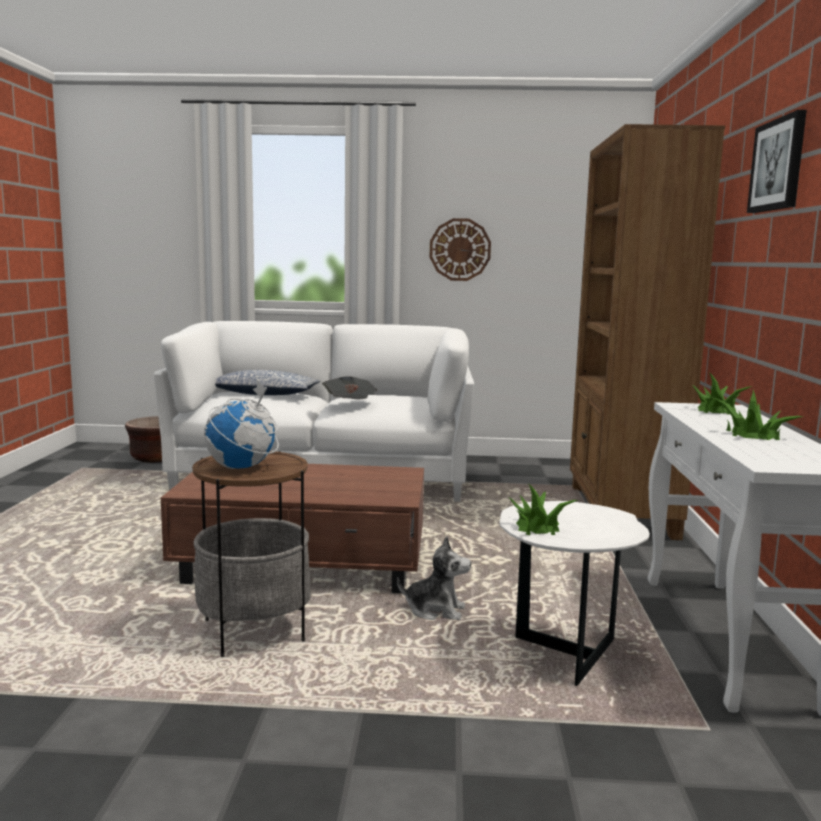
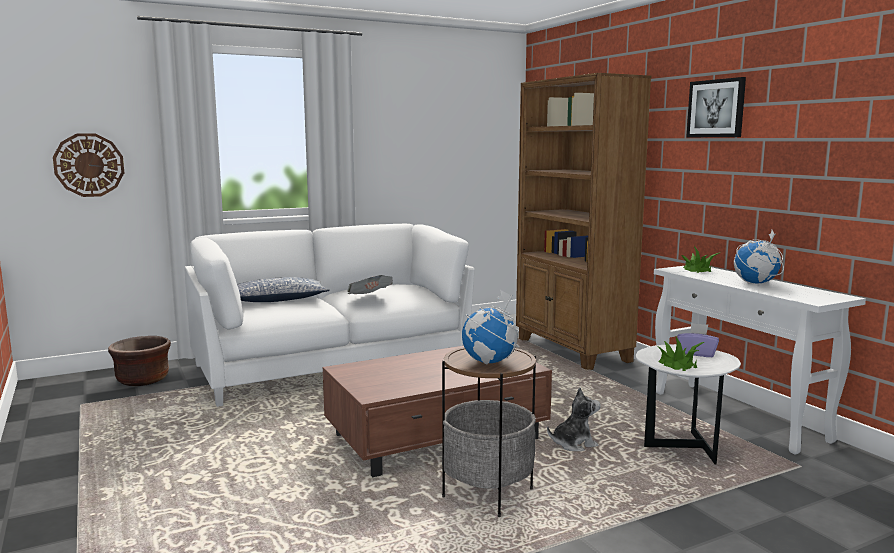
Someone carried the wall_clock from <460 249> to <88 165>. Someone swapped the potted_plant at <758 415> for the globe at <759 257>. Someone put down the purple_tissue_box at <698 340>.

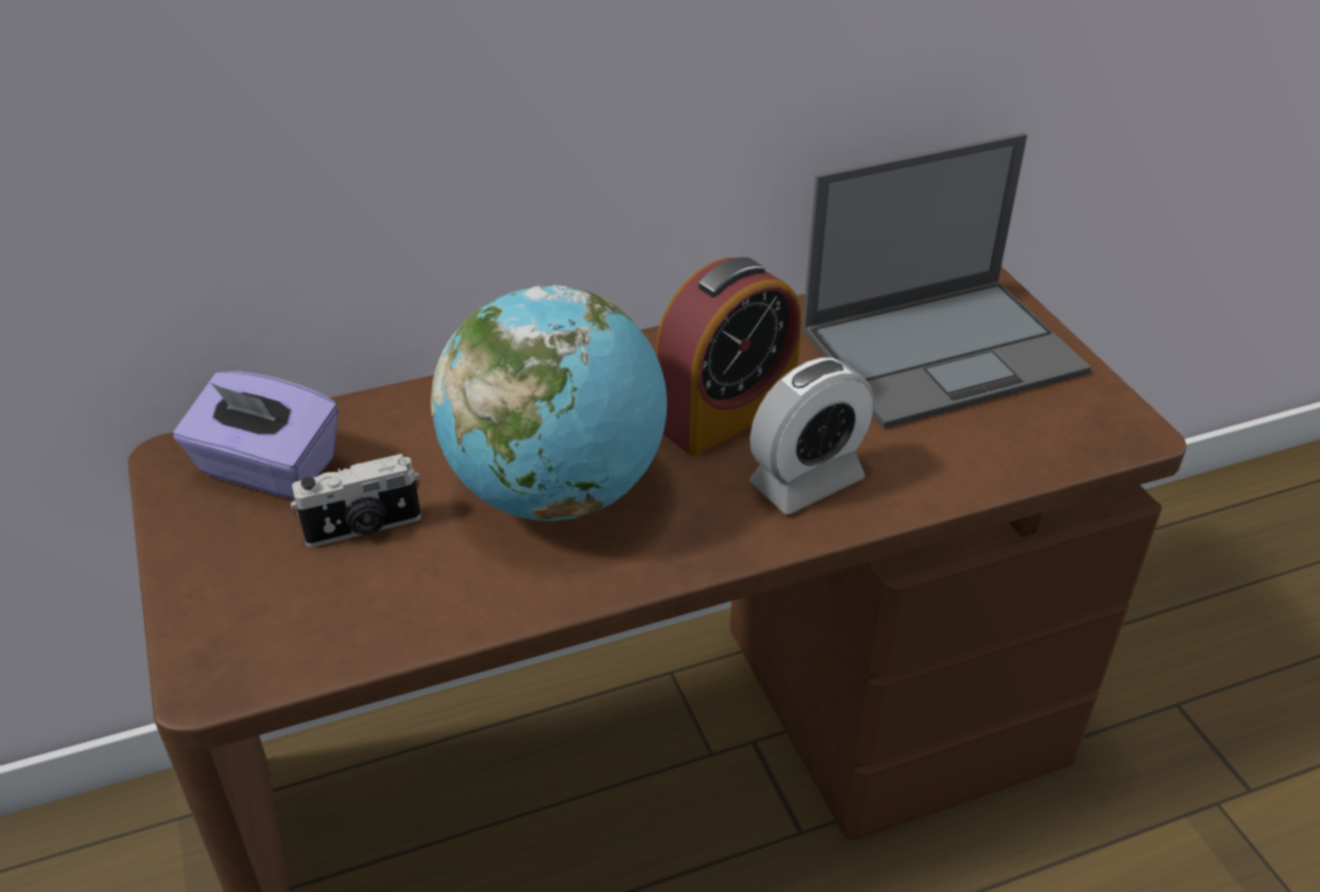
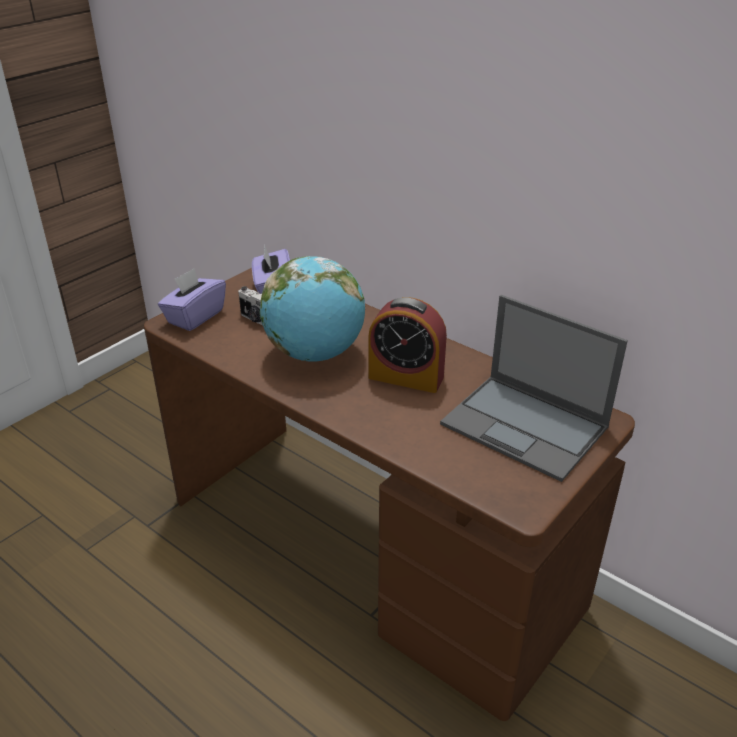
Someone took away the alarm_clock at <811 435>. Someone put down the purple_tissue_box at <192 299>.

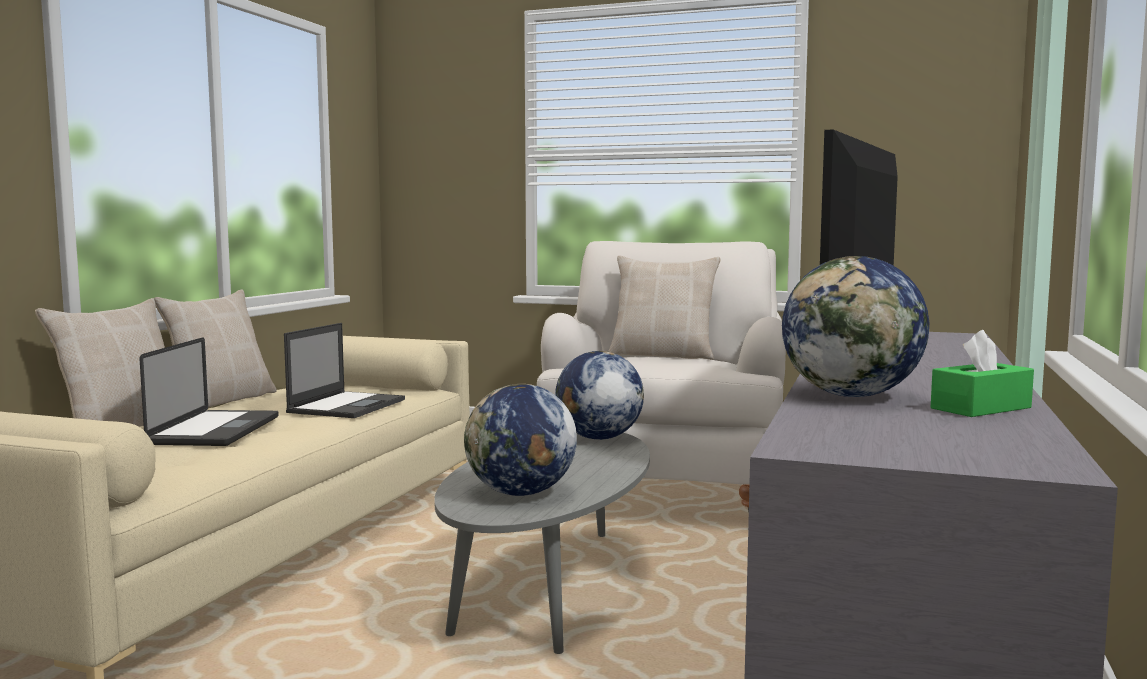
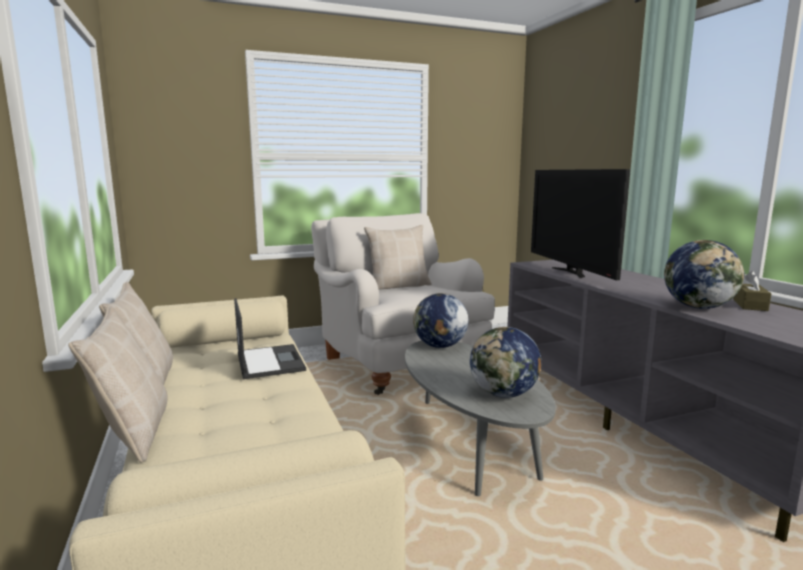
Someone repainted the green_tissue_box at <982 373>, which became the brown_tissue_box at <752 291>. Someone took away the laptop at <209 391>.

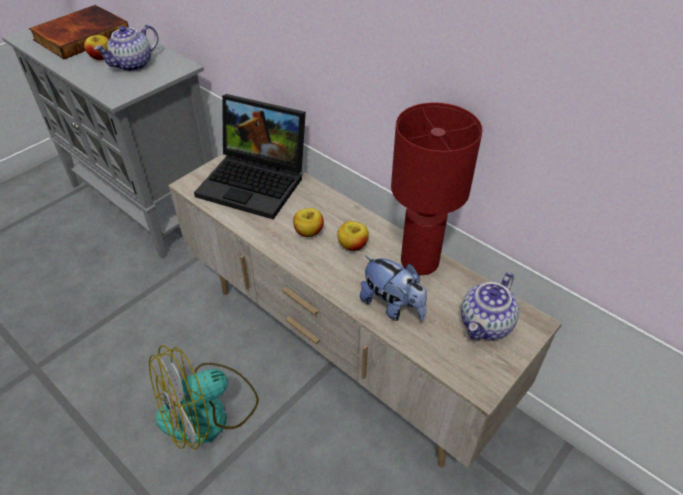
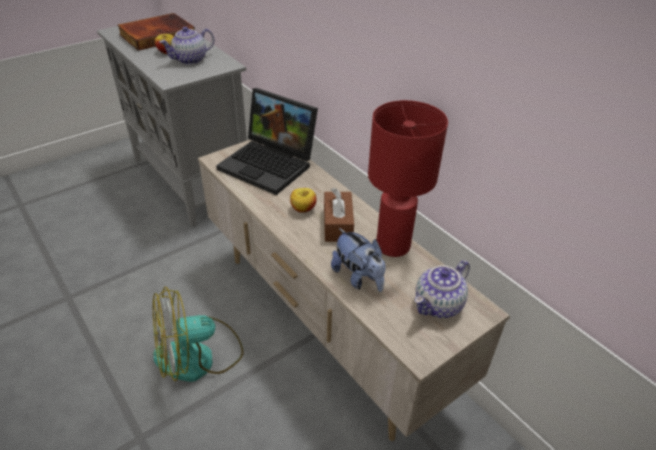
Someone swapped the apple at <353 236> for the brown_tissue_box at <339 215>.

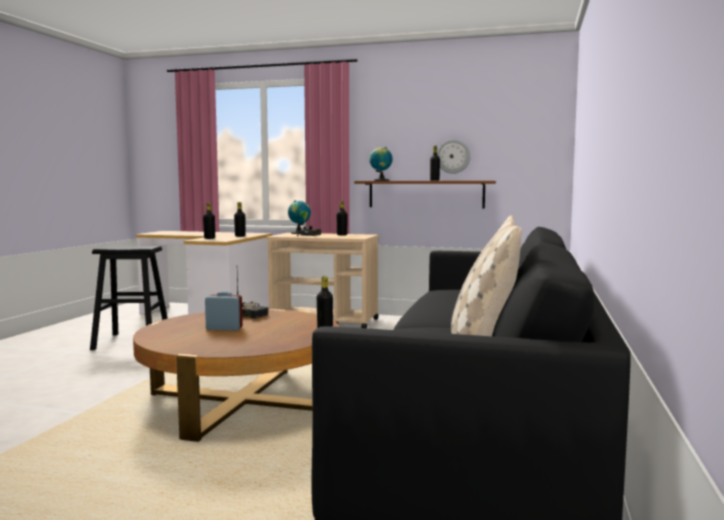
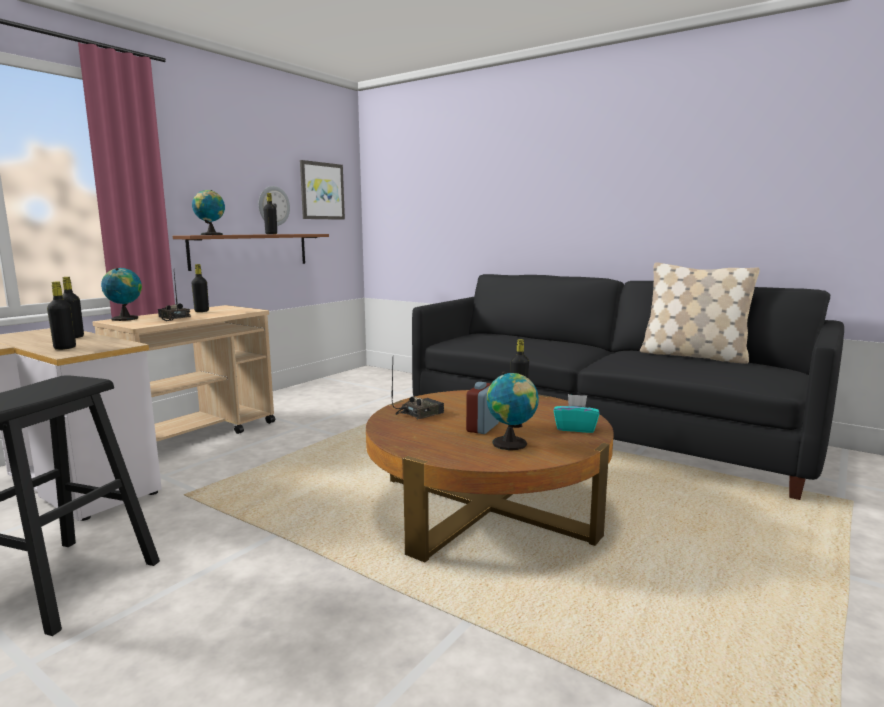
Someone put up the picture at <322 190>. Someone put down the globe at <513 410>. Someone put down the turquoise_tissue_box at <576 413>.

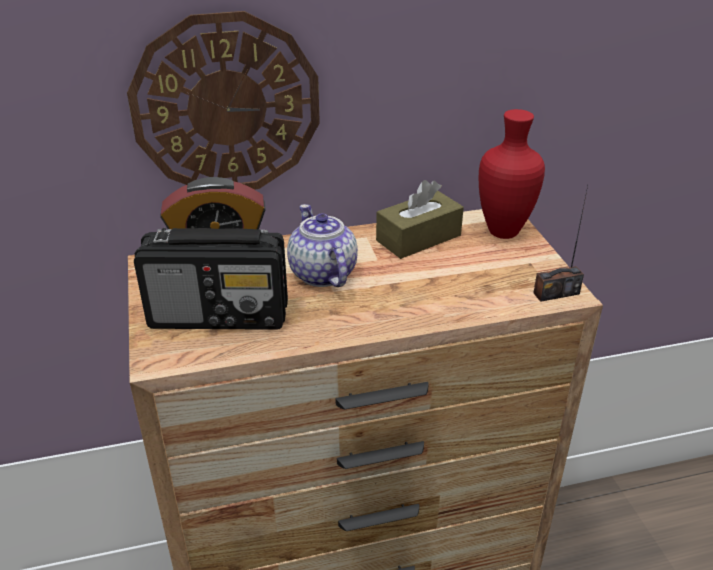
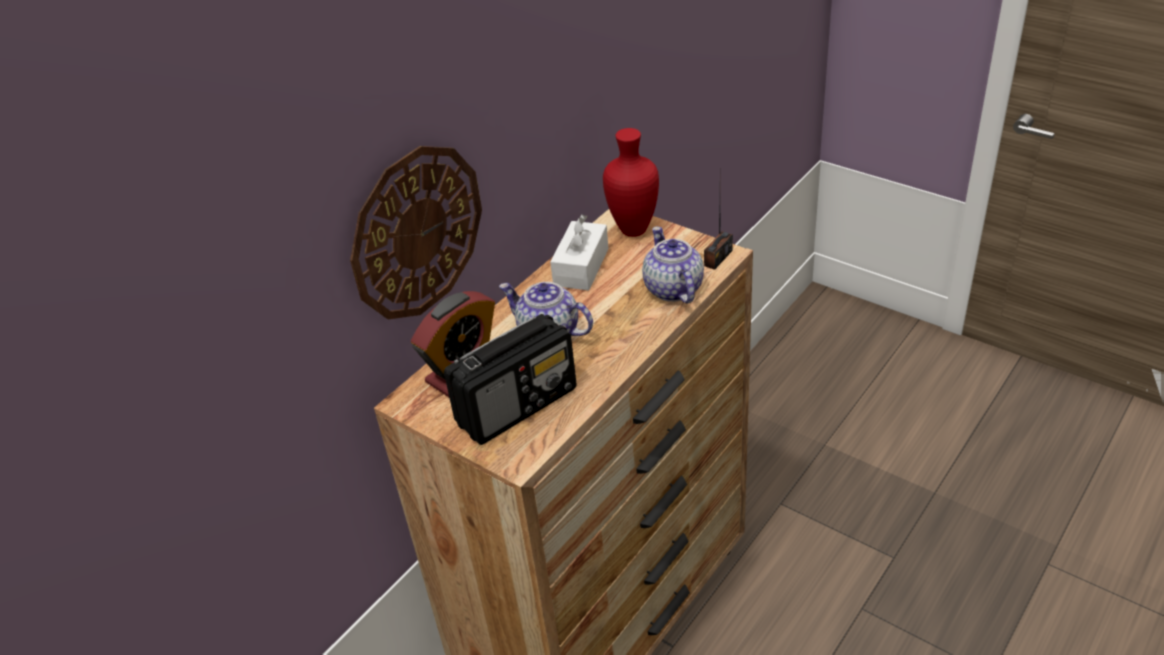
Someone repainted the brown_tissue_box at <420 219>, which became the white_tissue_box at <579 252>. Someone put down the teapot at <673 264>.

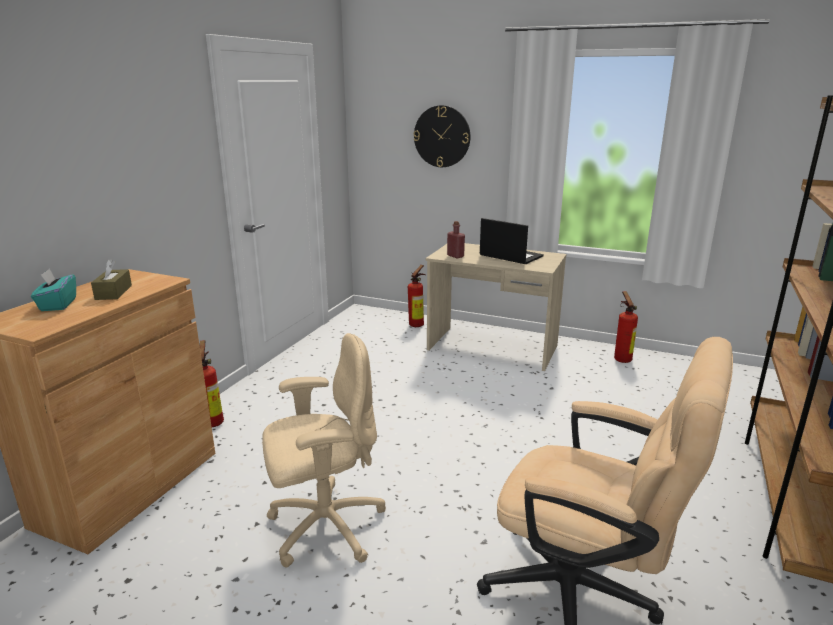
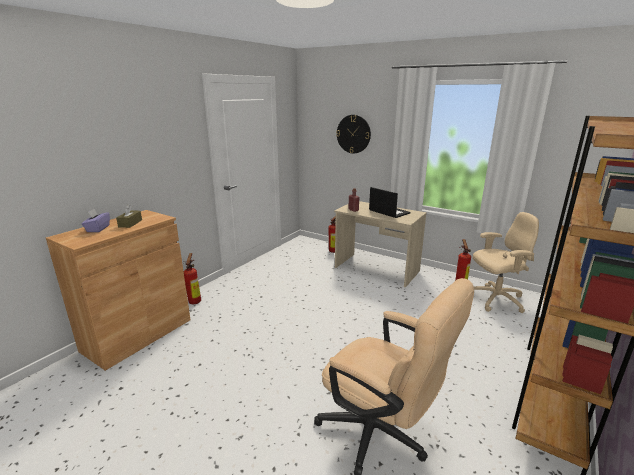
Someone repainted the turquoise_tissue_box at <53 290>, which became the purple_tissue_box at <96 220>. Someone carried the beige_office_chair from <324 450> to <506 262>.

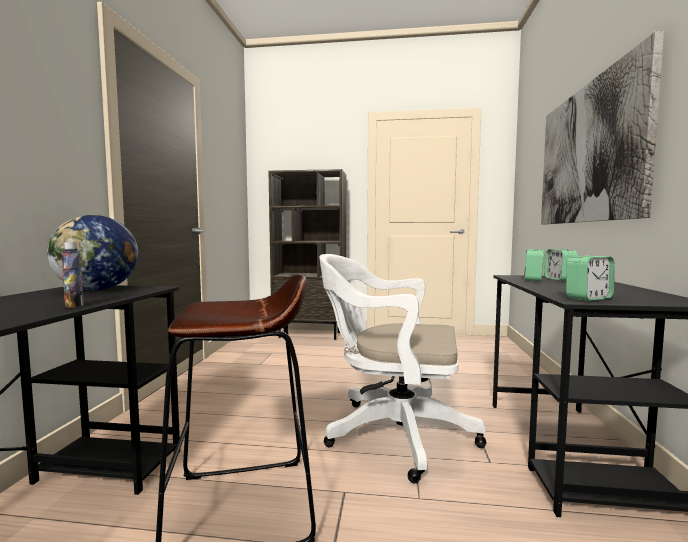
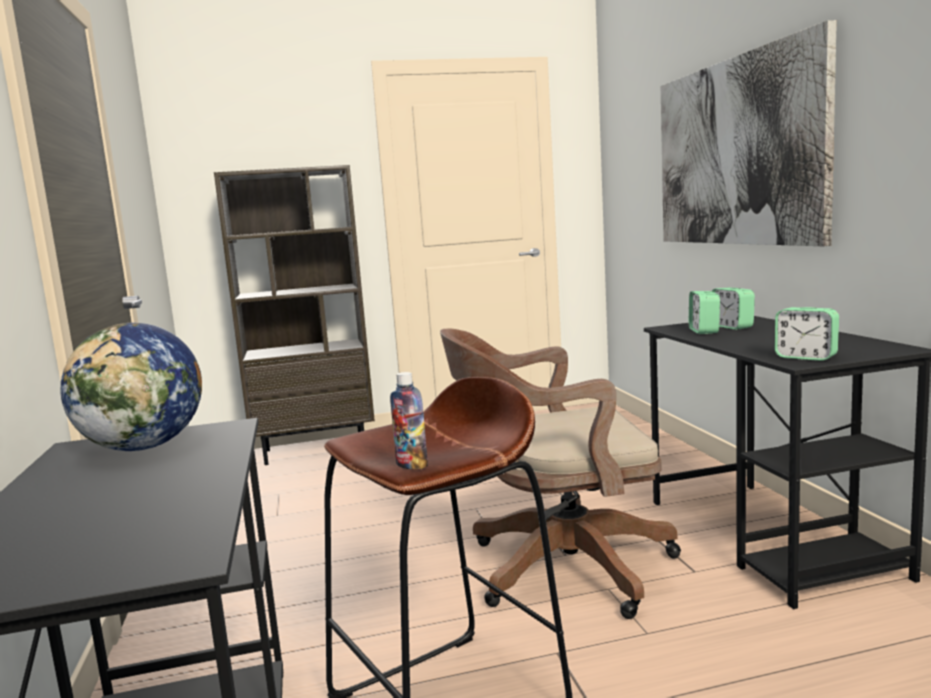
Someone carried the bottle from <72 275> to <409 420>. Someone repainted the white_office_chair at <402 368>, which became the brown_office_chair at <560 474>. Someone rotated the alarm_clock at <590 278> by 90 degrees clockwise.

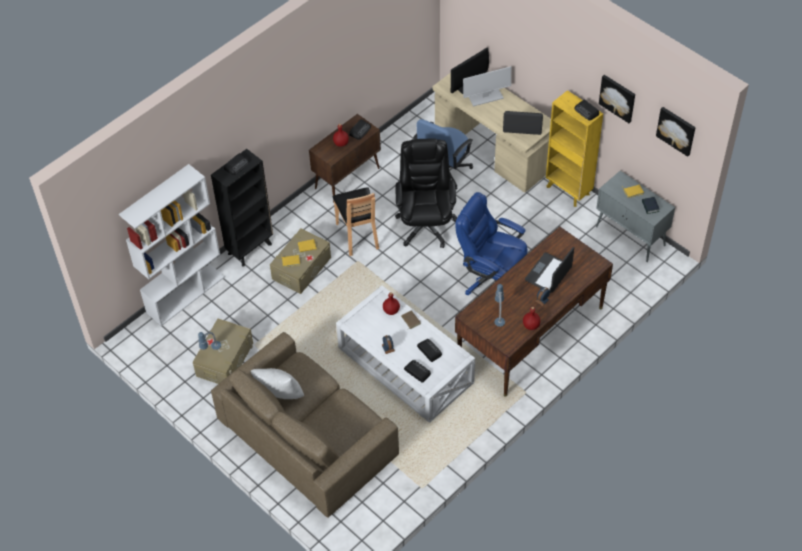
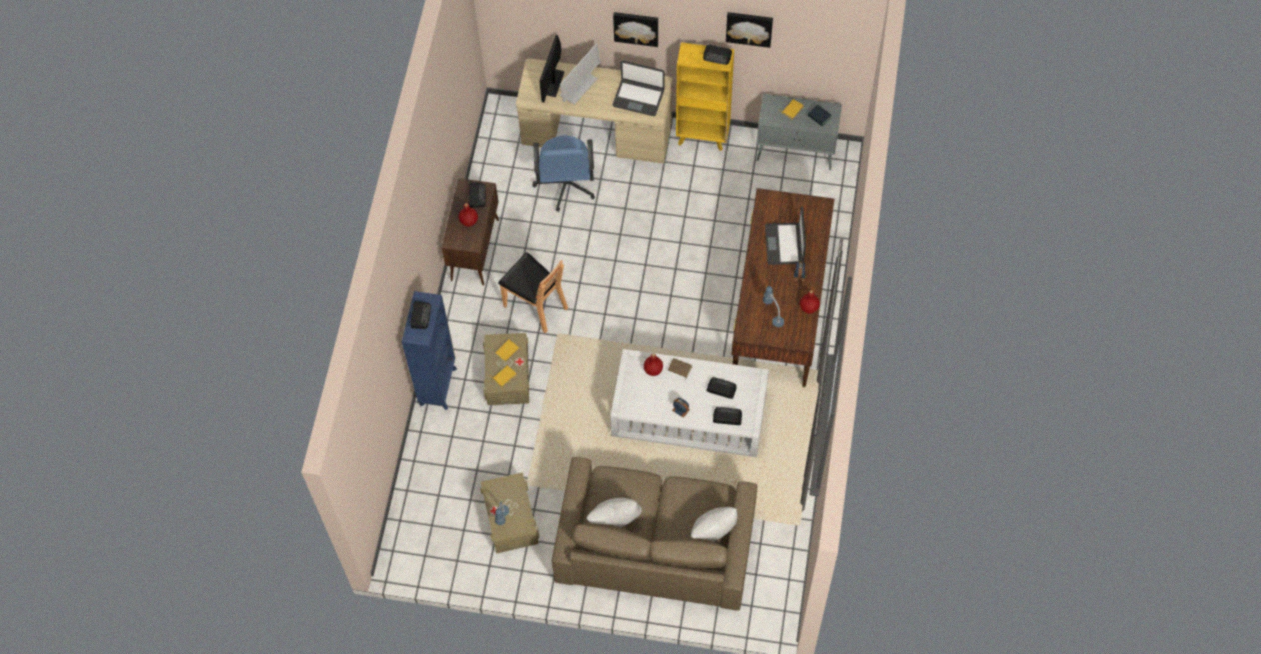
Someone carried the picture from <676 132> to <635 29>. Someone rotated the laptop at <523 123> by 135 degrees counterclockwise. Someone took away the black_office_chair at <426 193>. Someone repainted the black_bookcase at <242 208>, which became the blue_bookcase at <429 350>. Someone took away the white_bookcase at <172 245>. Someone took away the blue_office_chair at <492 243>. Someone put down the white_pillow at <714 524>.

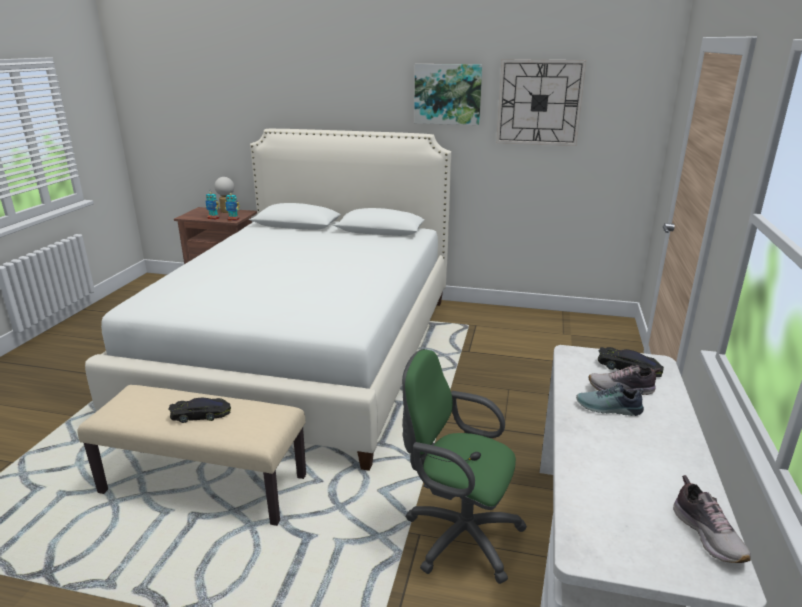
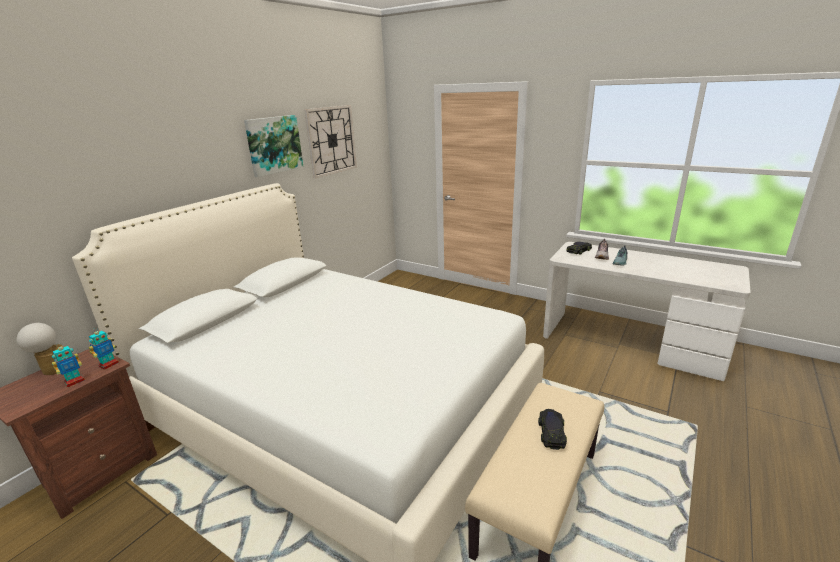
Someone took away the green_office_chair at <464 466>. Someone took away the shoe at <712 519>.

